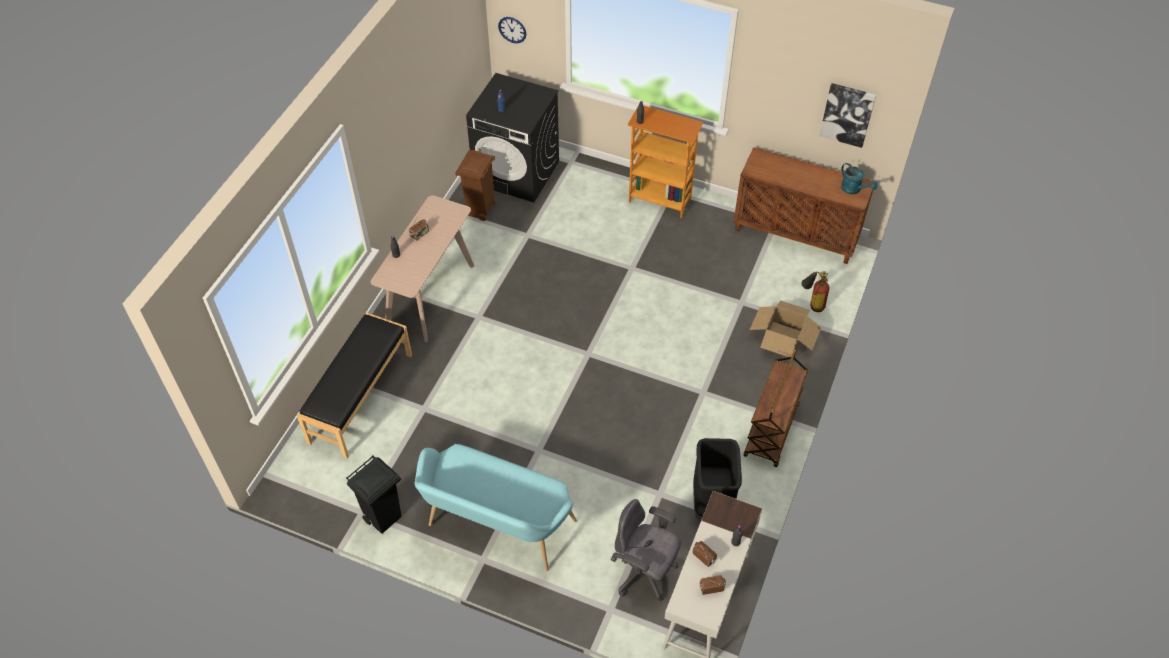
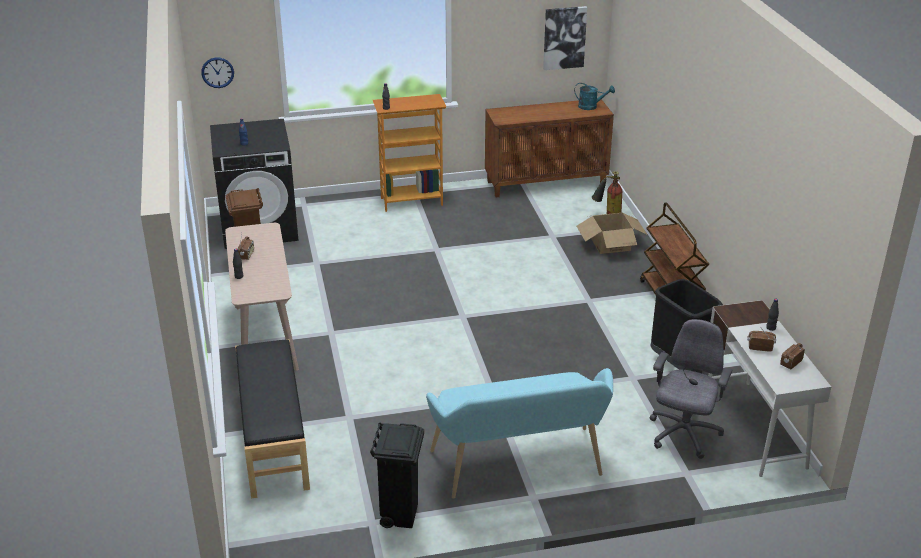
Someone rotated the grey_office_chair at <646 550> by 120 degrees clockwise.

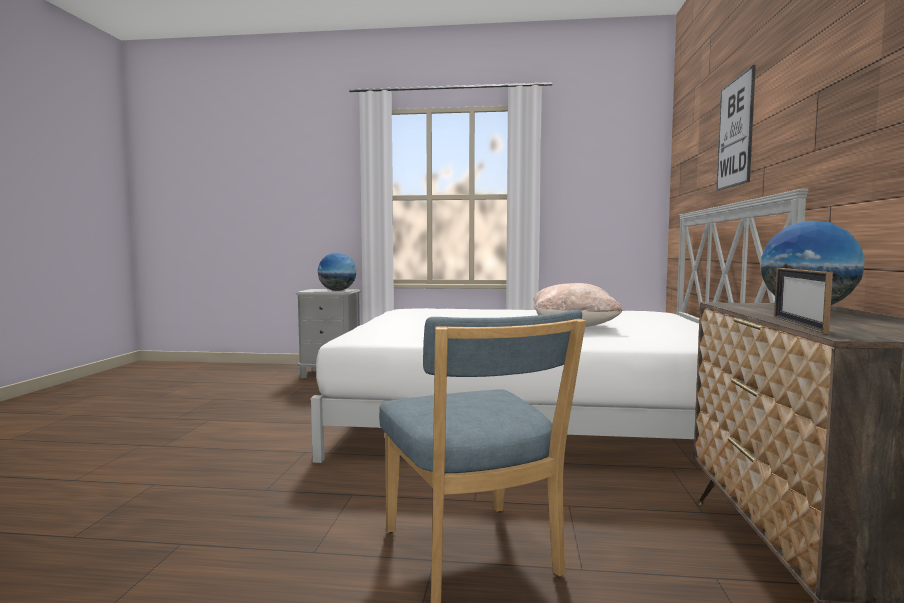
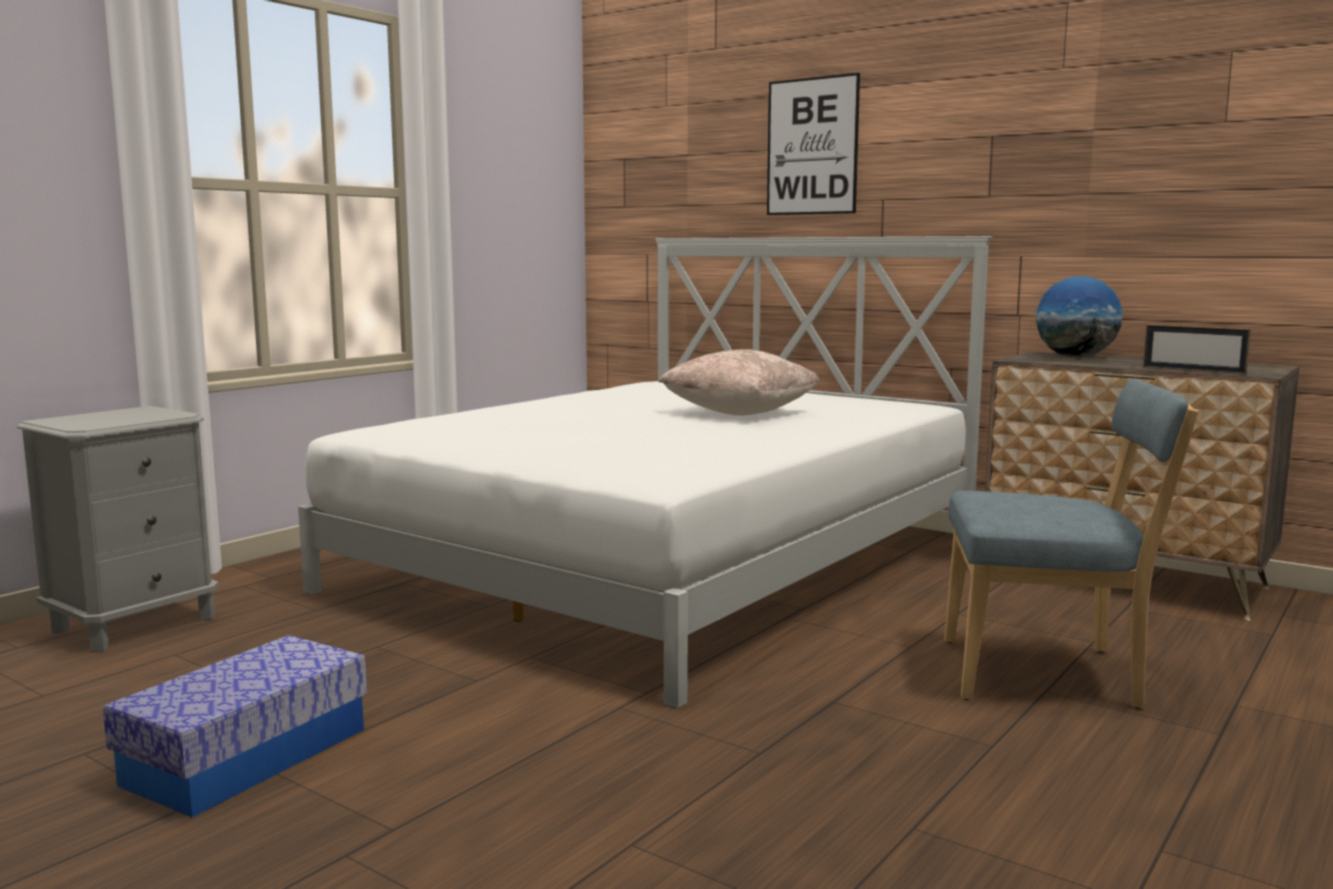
Someone took away the globe at <337 272>. Someone put down the storage_box at <235 726>.

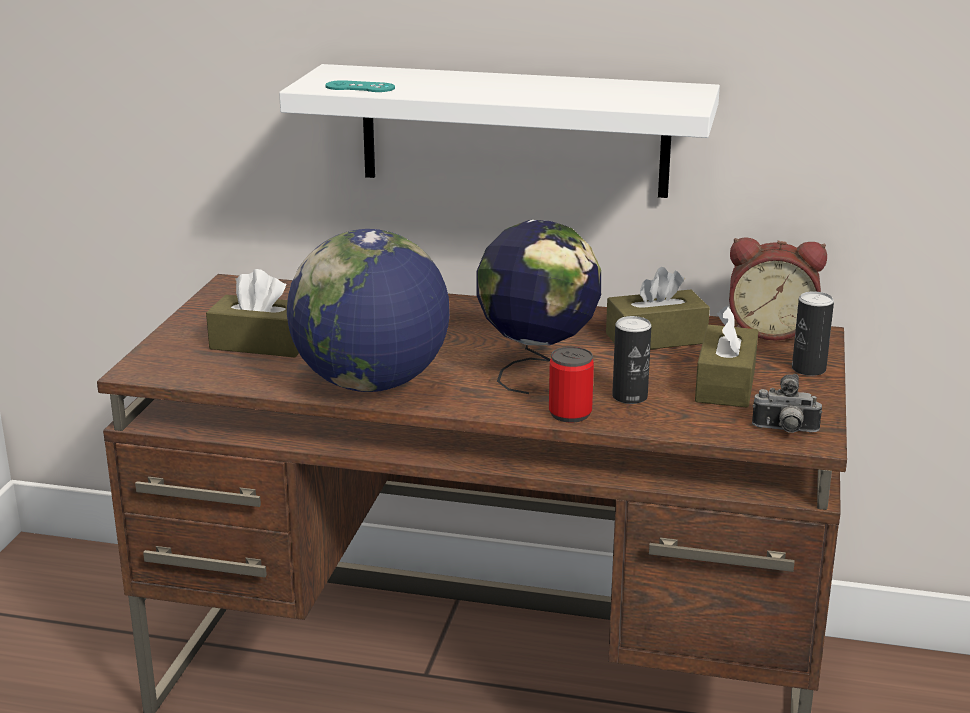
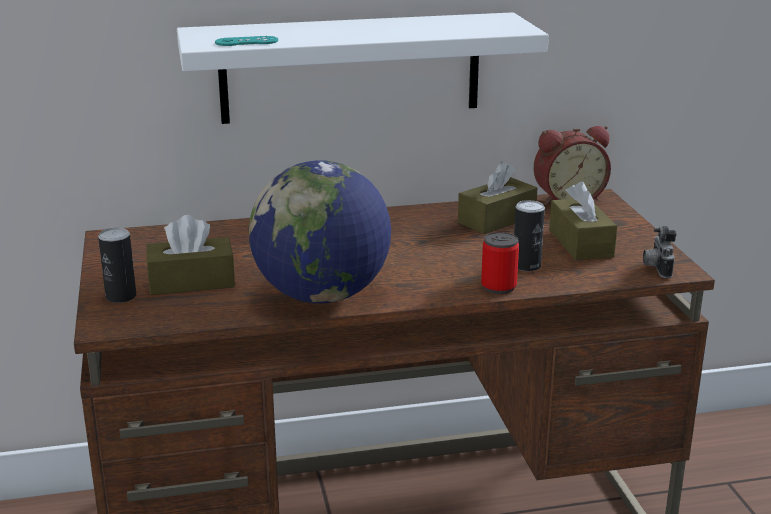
Someone took away the globe at <538 307>. Someone carried the can from <813 333> to <117 265>. Someone rotated the photo_camera at <787 403> by 105 degrees clockwise.

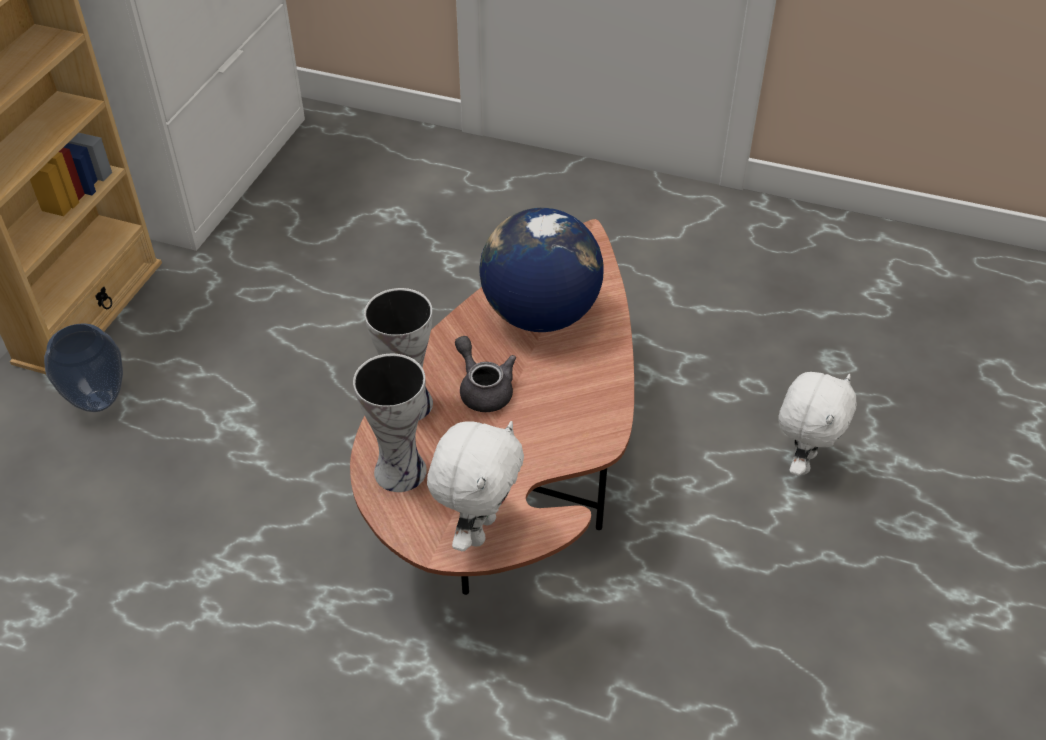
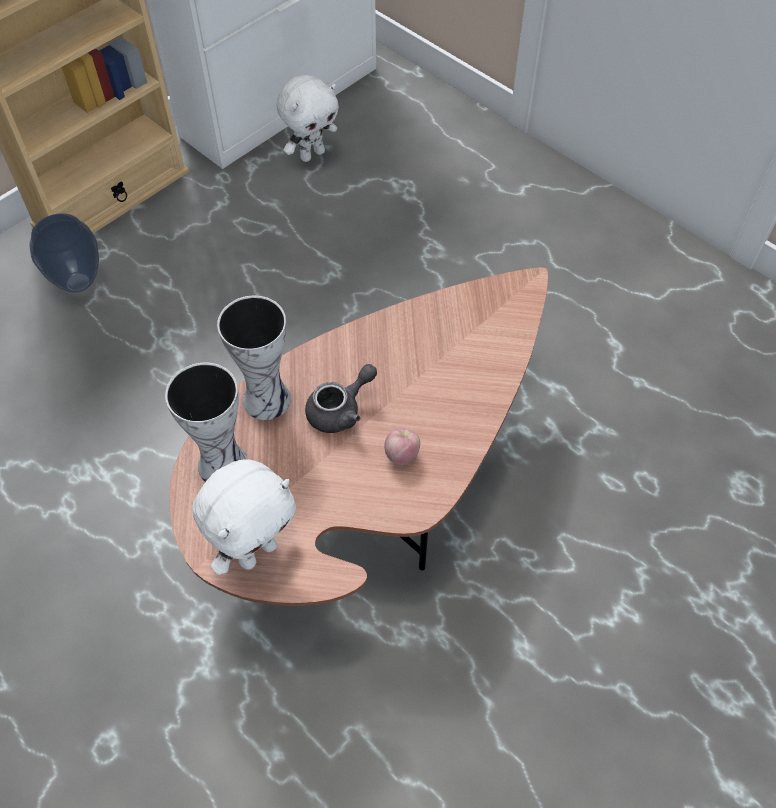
Someone took away the globe at <541 270>. Someone rotated the grey_teapot at <485 374> by 60 degrees clockwise. Someone carried the white_plush_toy from <817 424> to <307 118>. Someone put down the apple at <402 447>.

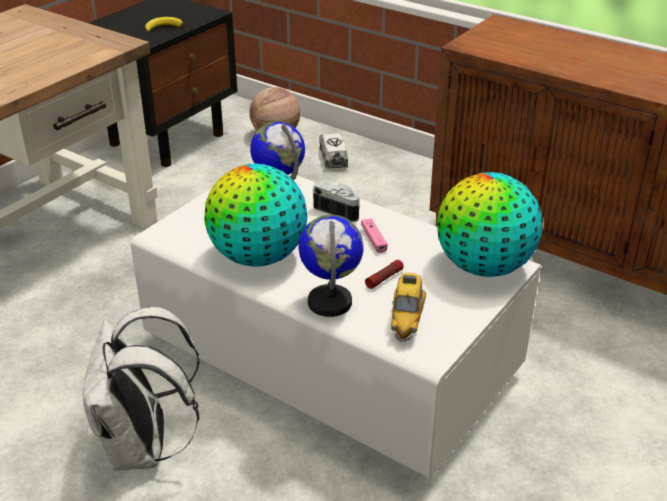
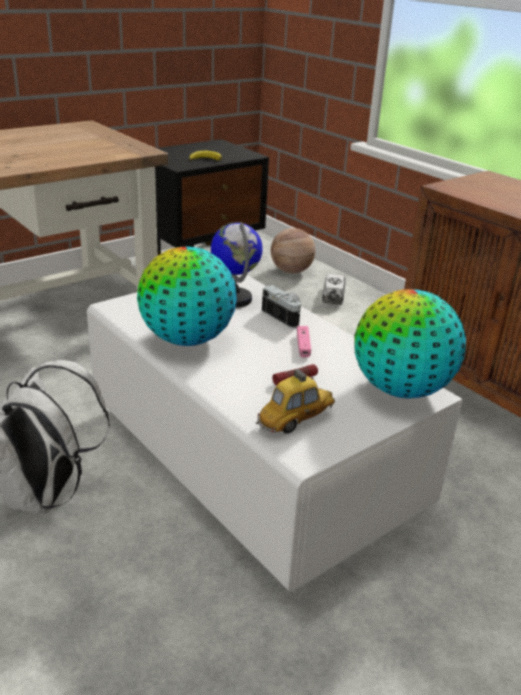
Someone took away the globe at <331 266>. Someone rotated the toy_car at <408 307> by 150 degrees counterclockwise.

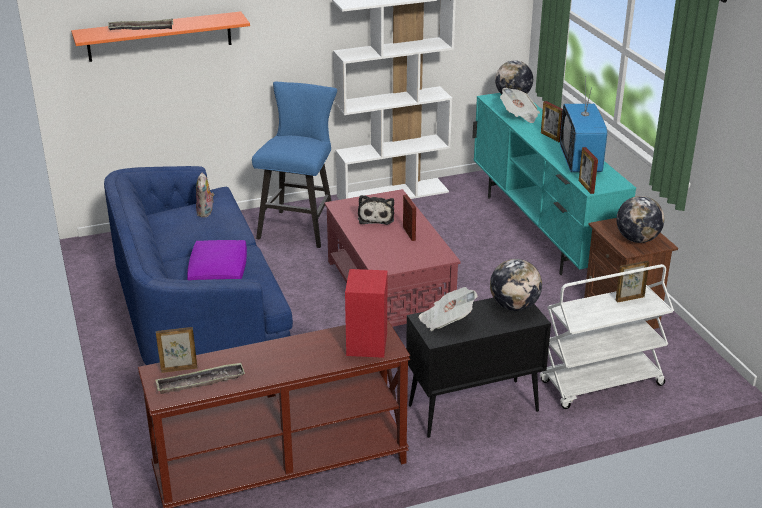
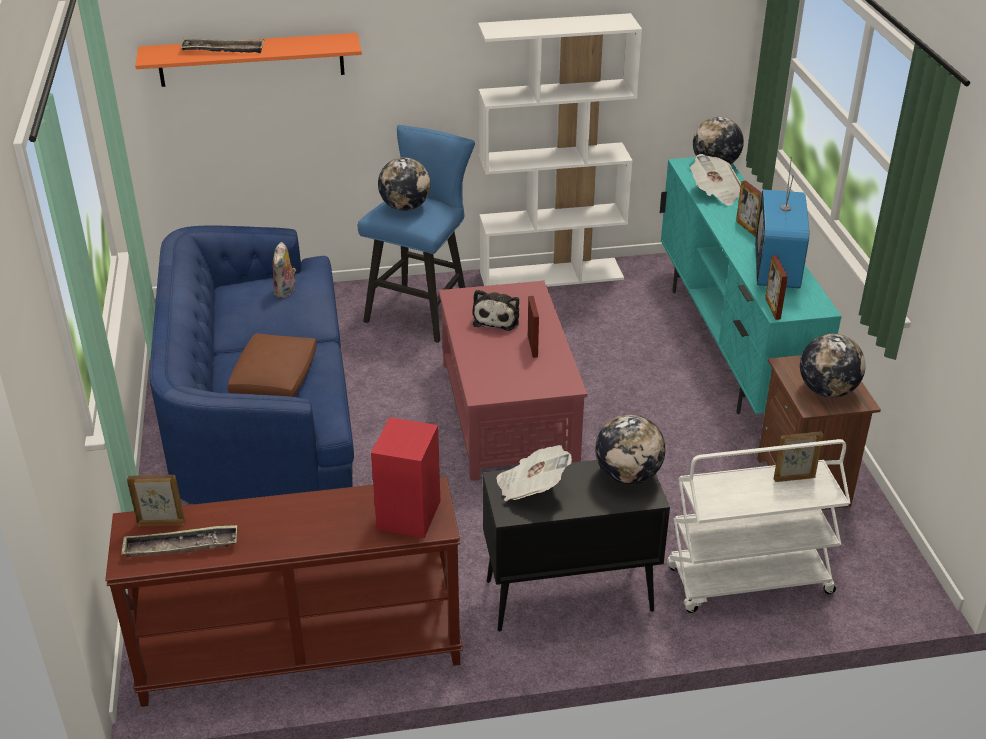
Someone repainted the purple_pillow at <217 260>, which became the brown_pillow at <272 365>. Someone put down the globe at <404 184>.

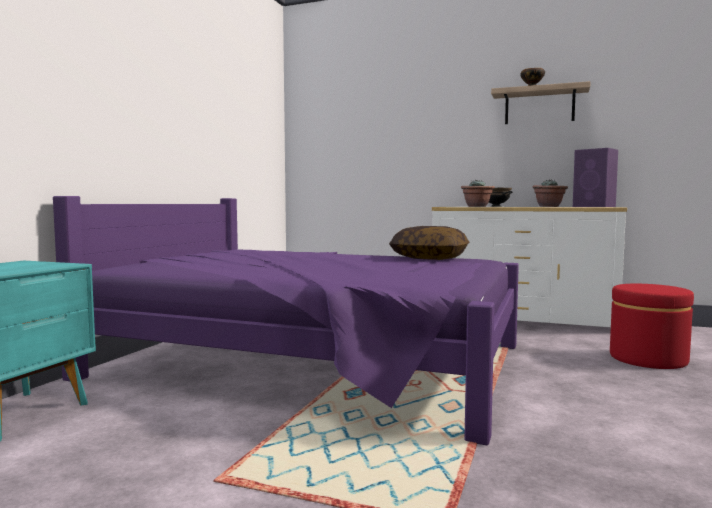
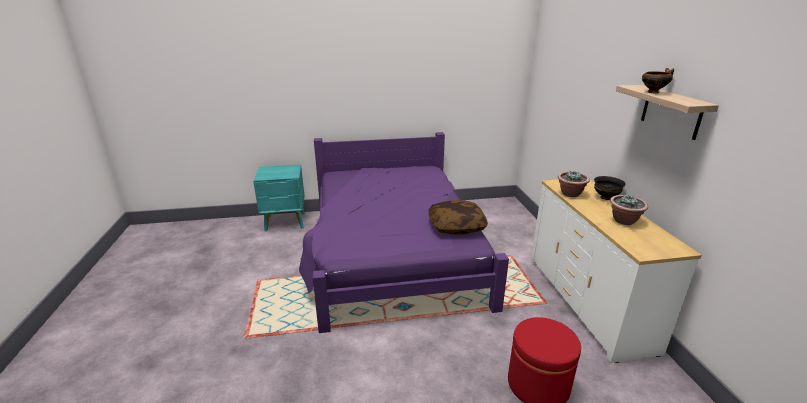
Someone took away the purple_speaker at <595 177>.

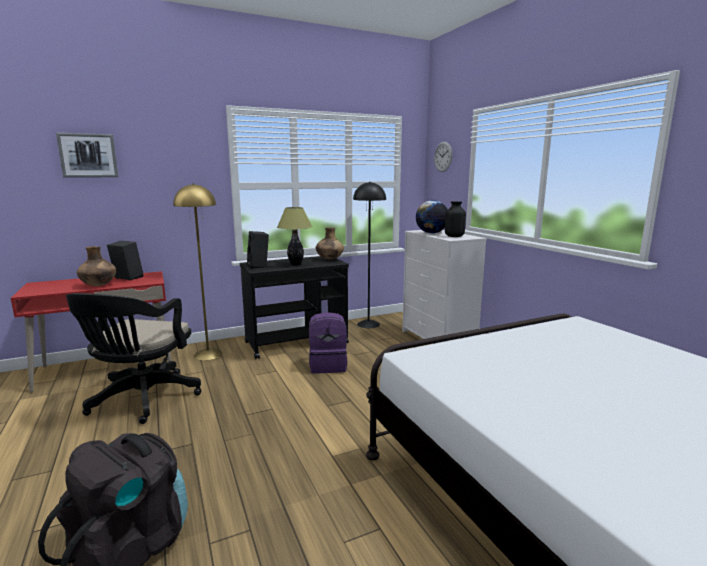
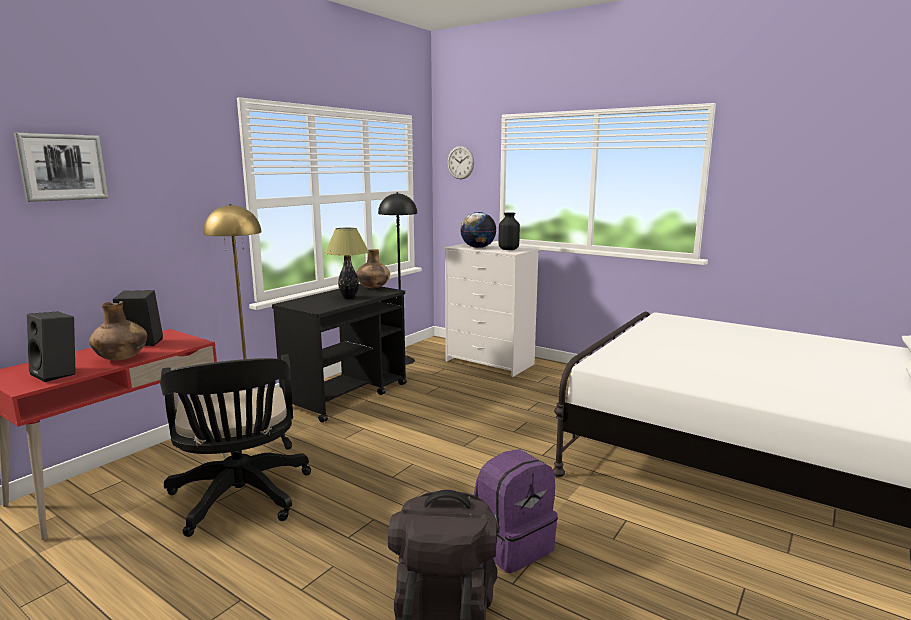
Someone carried the black_speaker from <258 250> to <51 347>. Someone carried the purple_backpack from <328 343> to <516 511>.

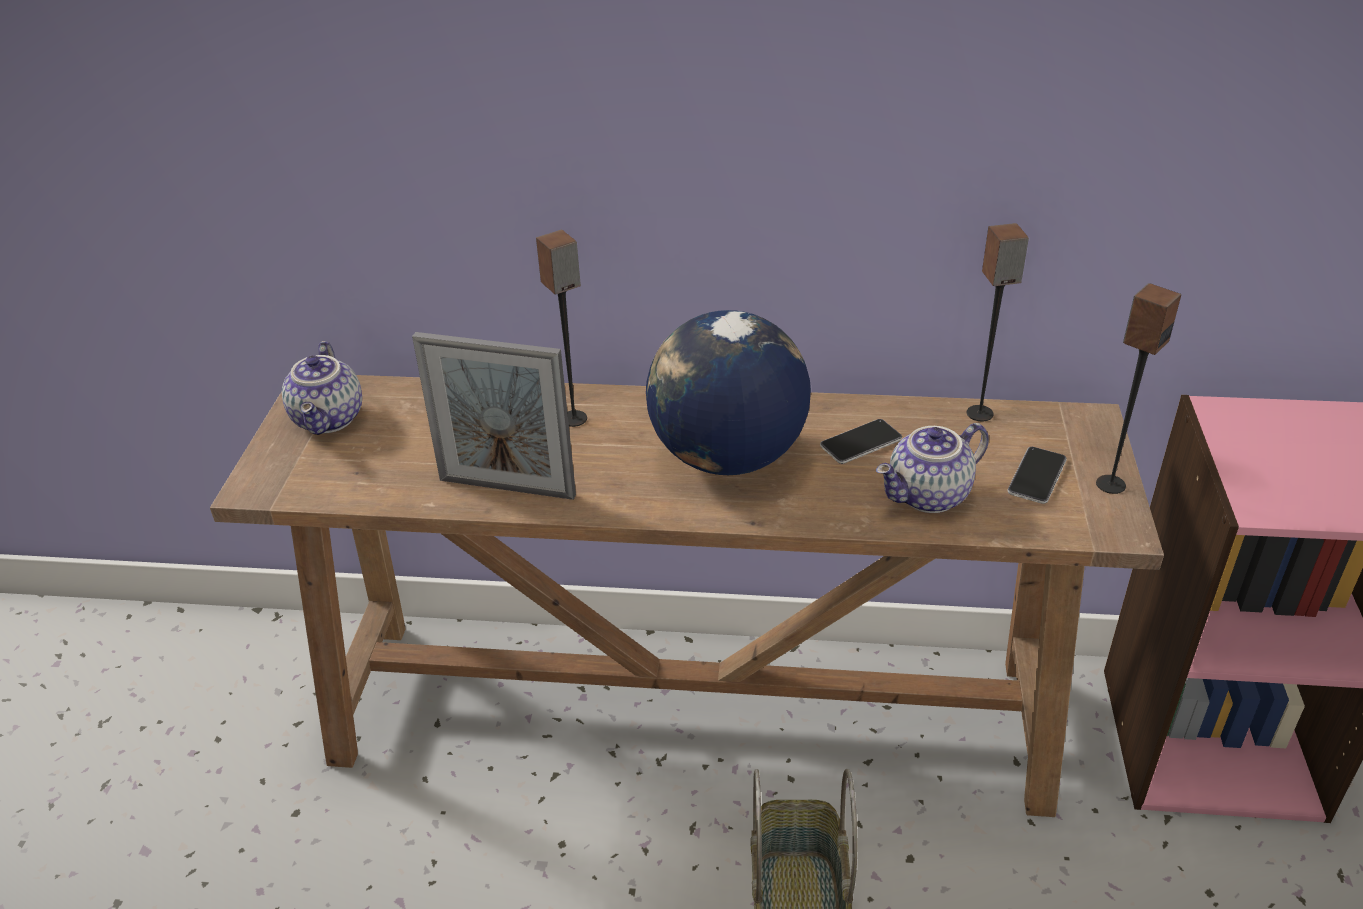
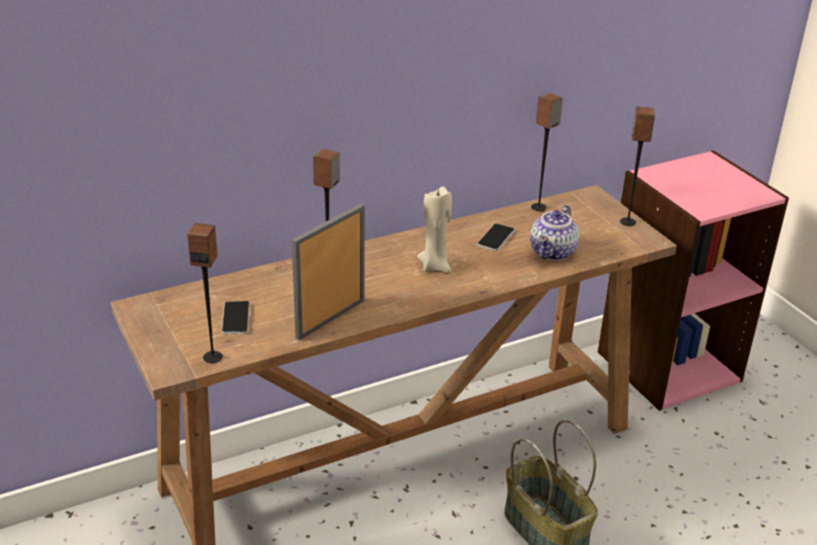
Someone swapped the globe at <728 392> for the beige_candle at <434 230>. Someone rotated the picture_frame at <494 416> by 150 degrees clockwise. Someone took away the teapot at <322 388>. Someone carried the phone from <1037 475> to <235 317>. Someone put down the speaker at <205 293>.

